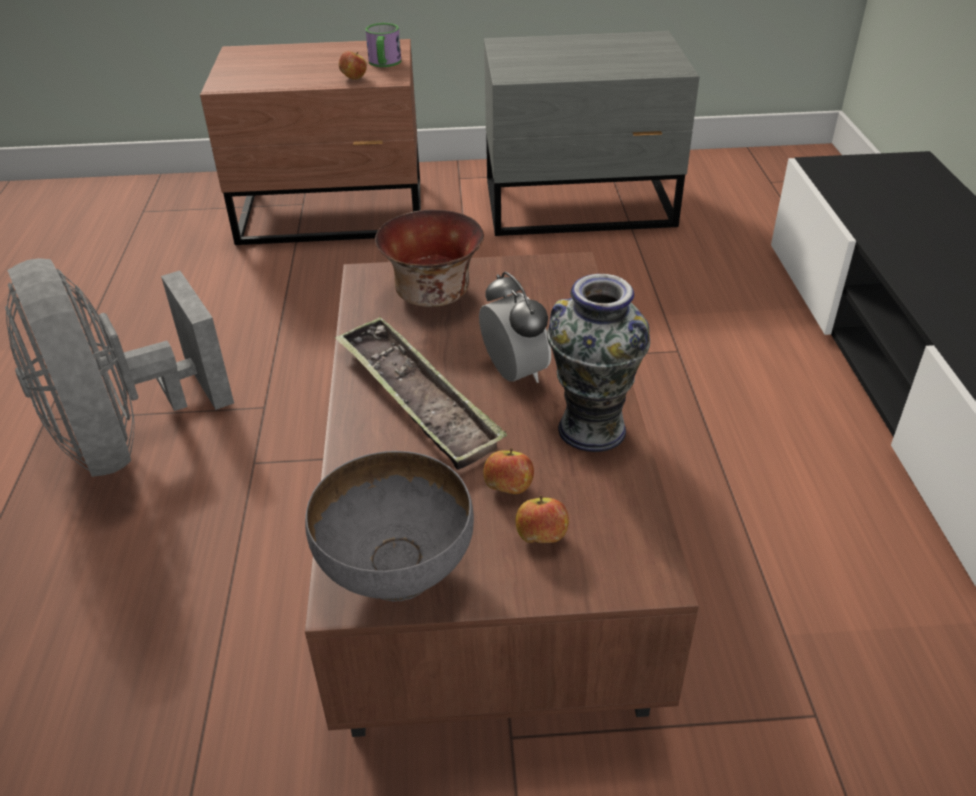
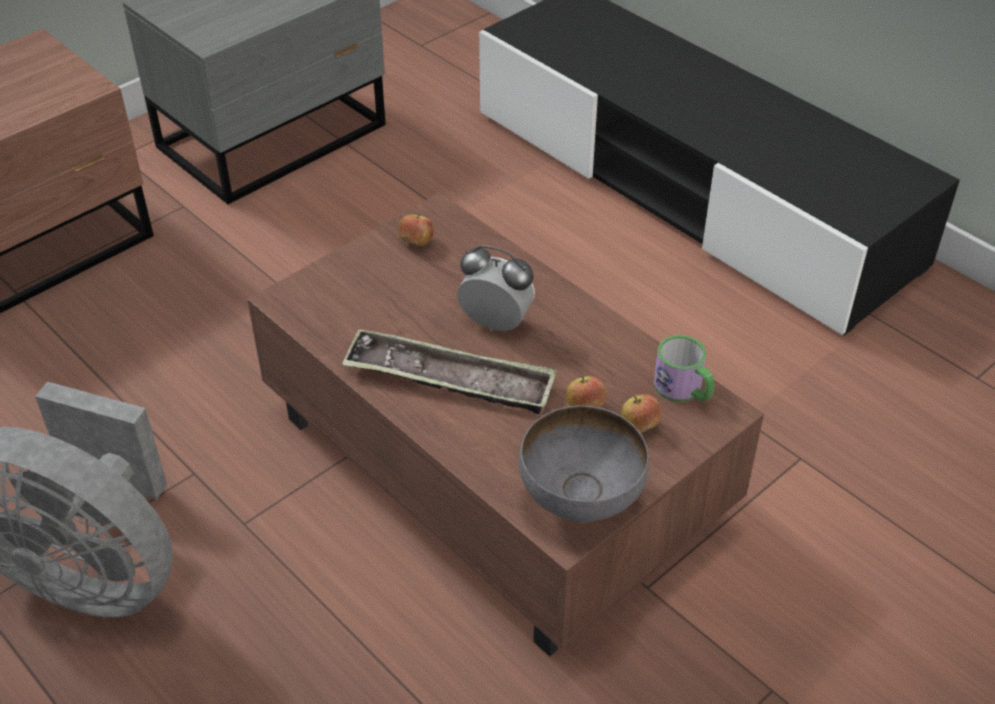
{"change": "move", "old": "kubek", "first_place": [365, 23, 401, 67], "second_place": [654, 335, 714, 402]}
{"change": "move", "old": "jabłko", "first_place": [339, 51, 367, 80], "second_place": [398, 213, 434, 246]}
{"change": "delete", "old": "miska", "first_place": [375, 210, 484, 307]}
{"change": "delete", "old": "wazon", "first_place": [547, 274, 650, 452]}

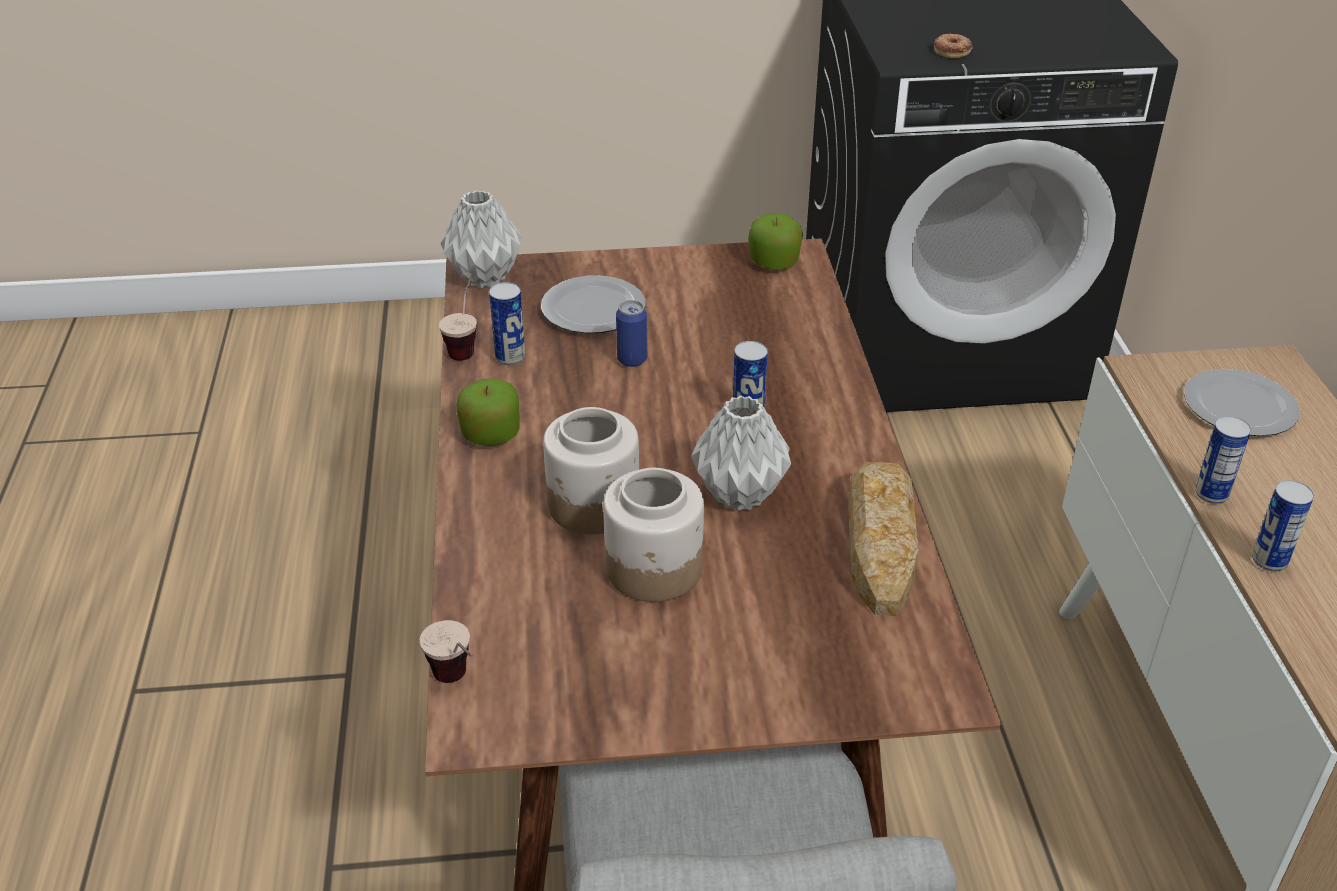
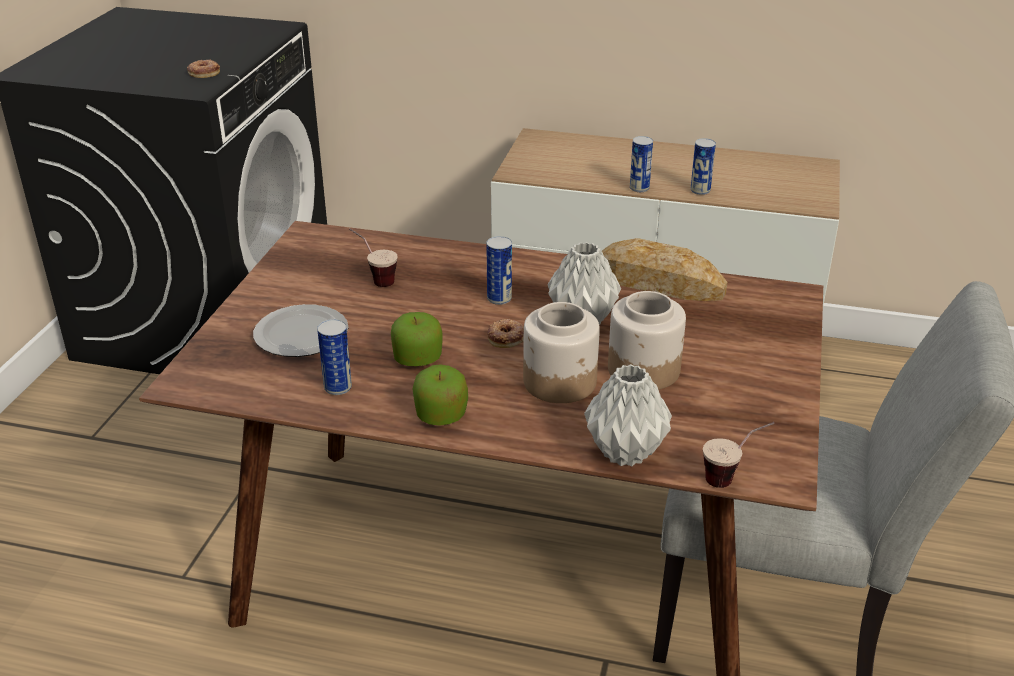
{"change": "move", "old": "wazon (szary)", "first_place": [440, 190, 521, 288], "second_place": [584, 364, 672, 466]}
{"change": "move", "old": "jabłko", "first_place": [748, 213, 803, 270], "second_place": [391, 312, 442, 366]}
{"change": "move", "old": "filiżanka", "first_place": [439, 275, 477, 361], "second_place": [349, 228, 398, 287]}
{"change": "delete", "old": "puszka", "first_place": [616, 300, 647, 367]}
{"change": "delete", "old": "talerz", "first_place": [1184, 369, 1300, 436]}
{"change": "insert", "new": "donut", "second_place": [487, 319, 524, 348]}

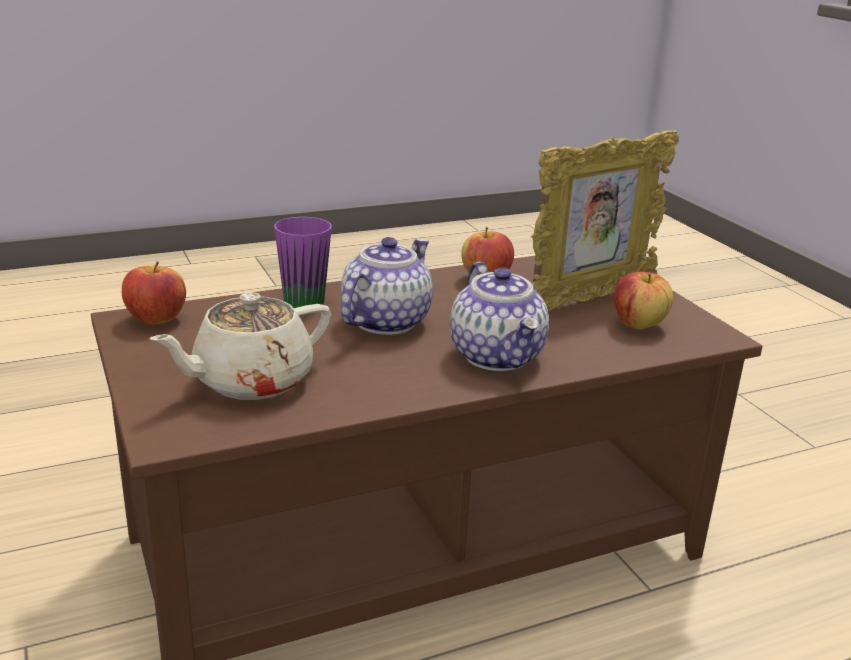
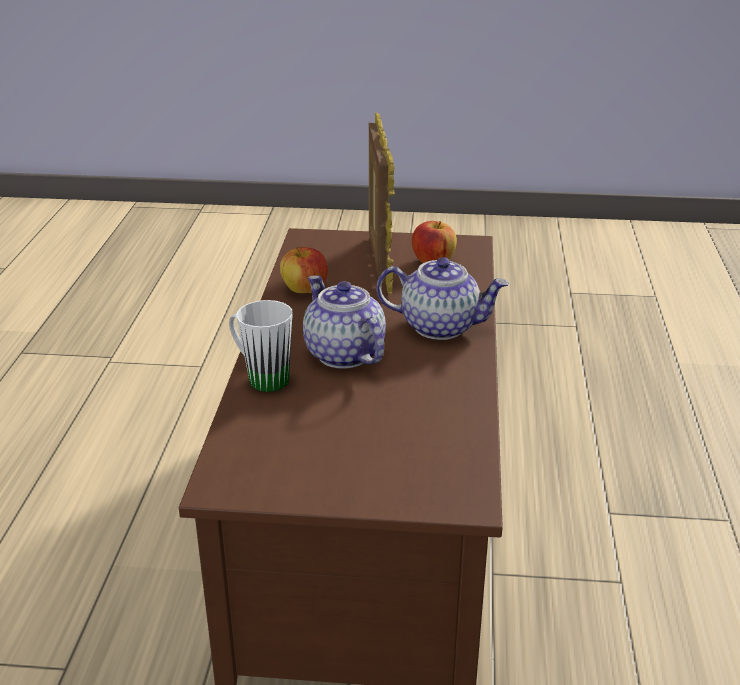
{"change": "recolor", "old": "kubek (fioletowy)", "new": "kubek (biały)", "first_place": [274, 217, 332, 308], "second_place": [229, 300, 293, 392]}
{"change": "delete", "old": "jabłko", "first_place": [122, 261, 186, 325]}
{"change": "delete", "old": "imbryk (beżowy)", "first_place": [150, 292, 332, 400]}

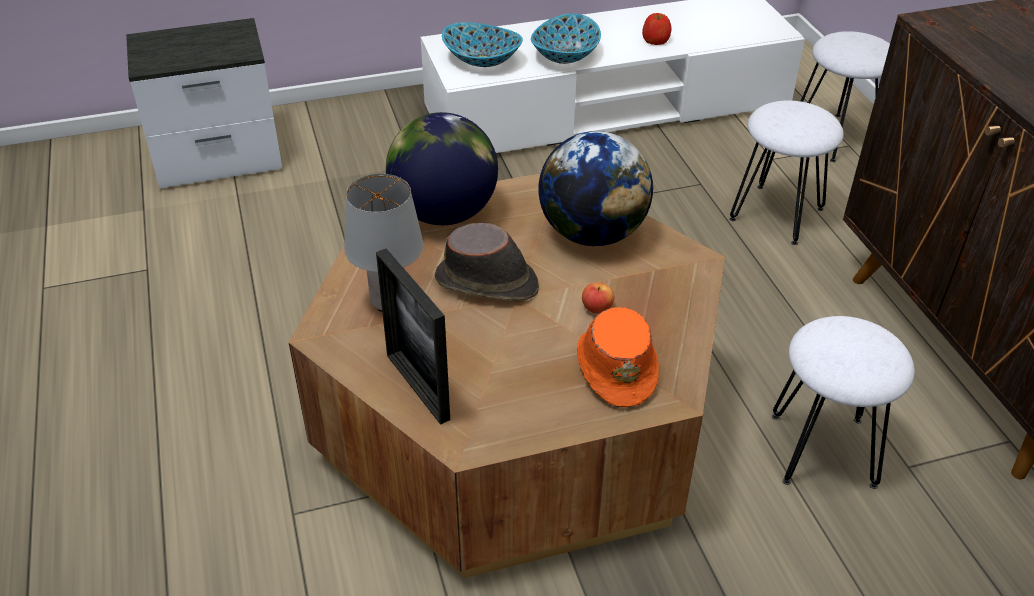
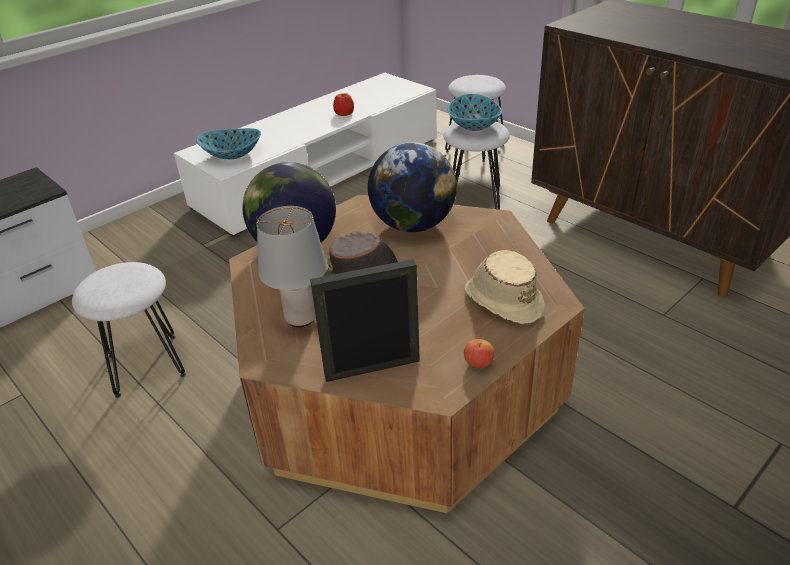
{"change": "move", "old": "miska", "first_place": [531, 14, 601, 64], "second_place": [448, 94, 502, 131]}
{"change": "rotate", "old": "ramka na zdjęcie", "first_place": [376, 248, 450, 425], "second_place": [310, 259, 420, 382], "degrees": 135}
{"change": "move", "old": "jabłko", "first_place": [582, 282, 614, 314], "second_place": [464, 339, 495, 369]}
{"change": "recolor", "old": "kapelusz (pomarańczowy)", "new": "kapelusz (beżowy)", "first_place": [577, 307, 659, 408], "second_place": [464, 250, 545, 324]}
{"change": "move", "old": "stołek (biały)", "first_place": [772, 316, 915, 489], "second_place": [72, 262, 186, 398]}

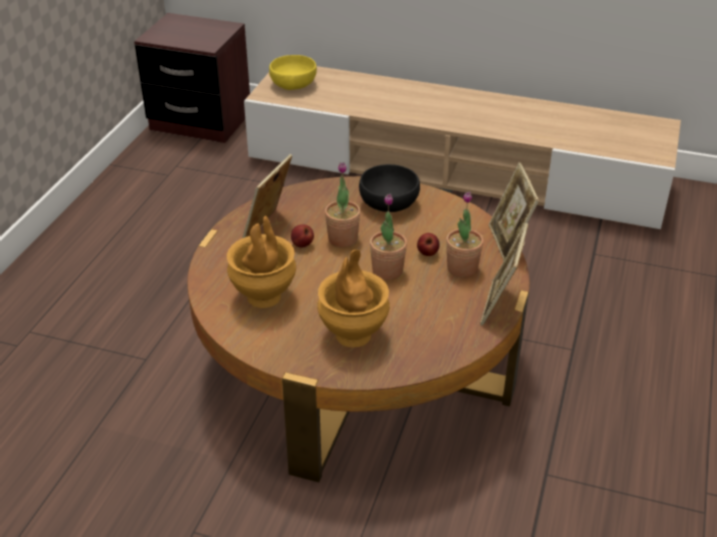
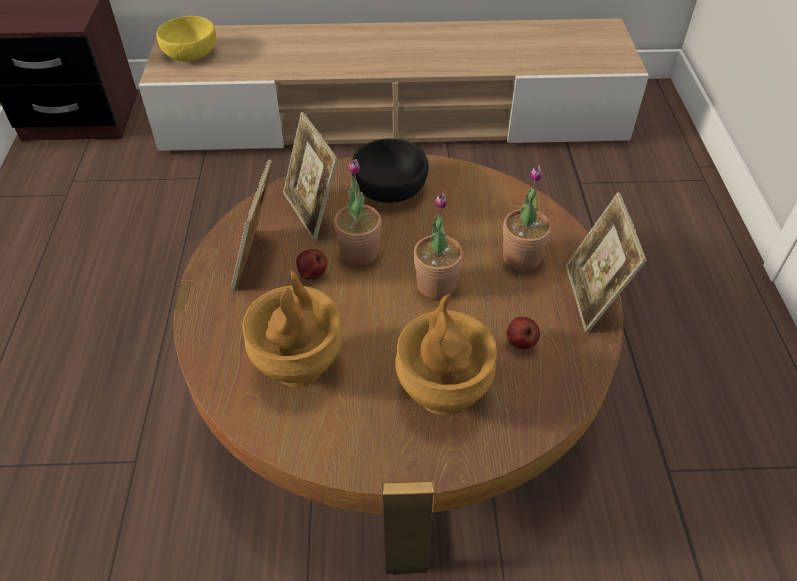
{"change": "move", "old": "ramka na zdjęcie", "first_place": [489, 162, 539, 261], "second_place": [283, 112, 338, 241]}
{"change": "move", "old": "jabłko", "first_place": [417, 233, 440, 256], "second_place": [507, 317, 540, 349]}

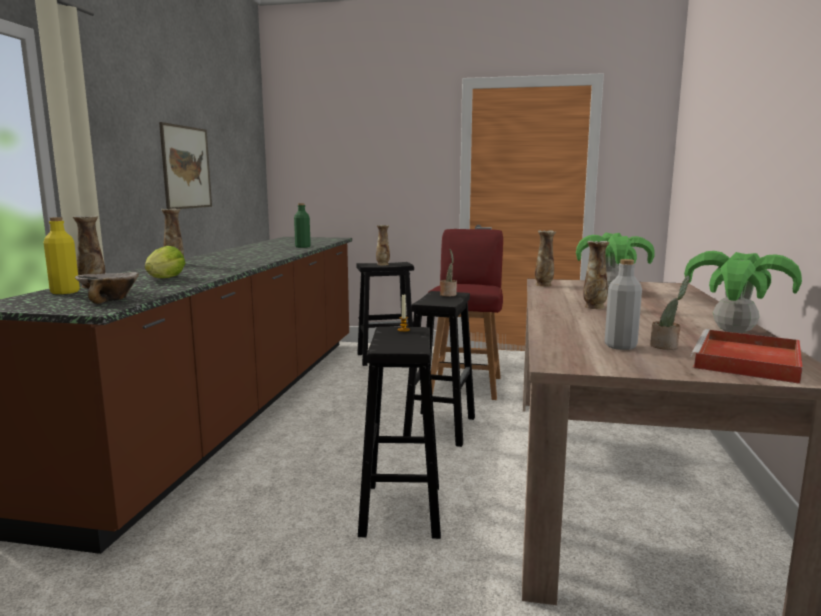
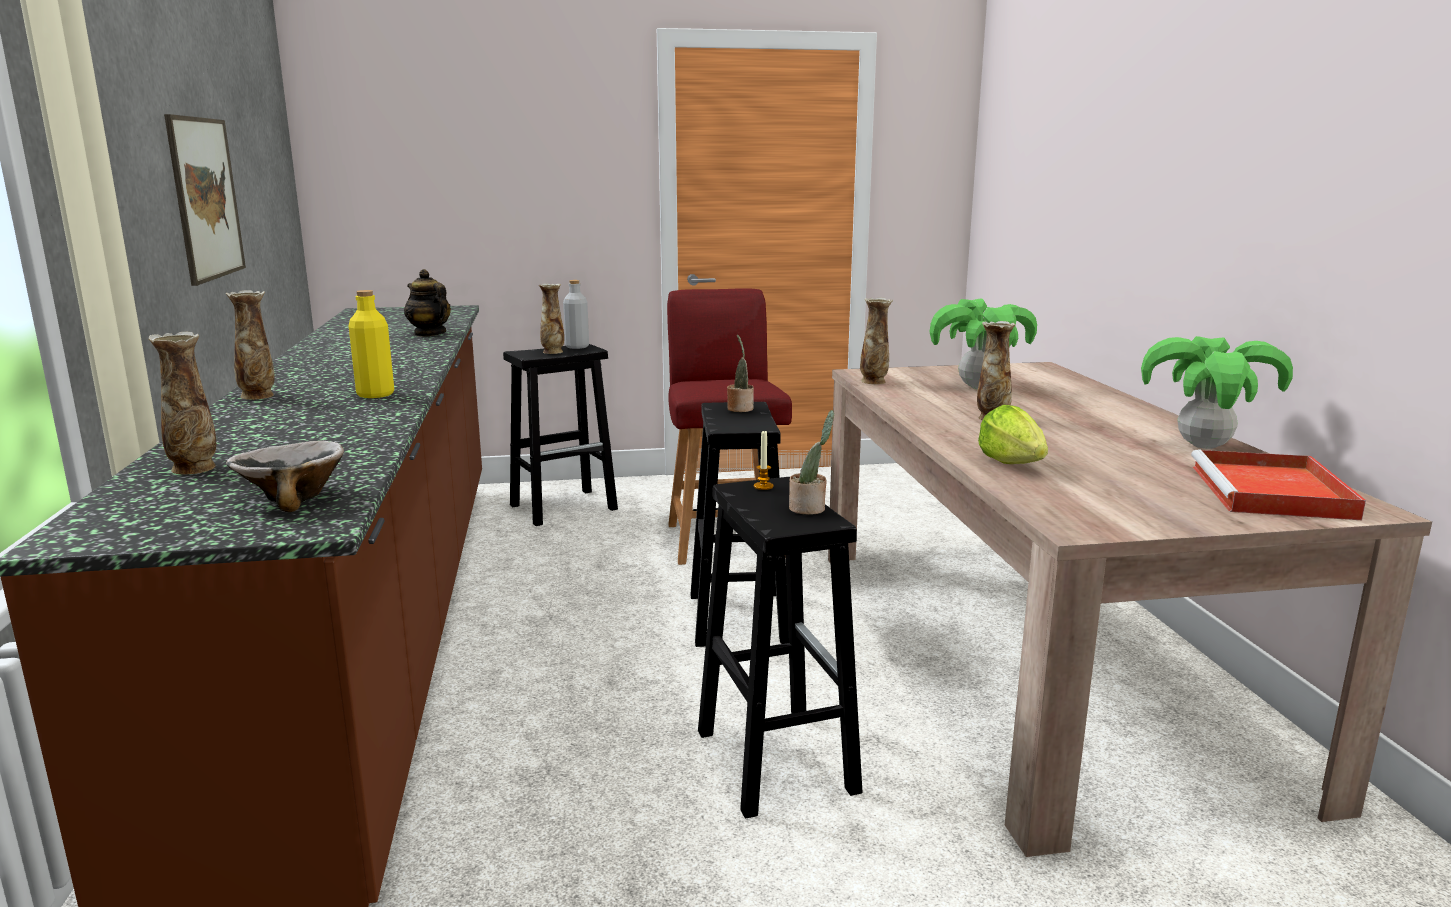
{"change": "replace", "old": "butelka (zielony)", "new": "imbryk", "first_place": [294, 203, 311, 248], "second_place": [404, 269, 451, 337]}
{"change": "move", "old": "butelka (żółty)", "first_place": [44, 217, 80, 294], "second_place": [349, 290, 394, 398]}
{"change": "move", "old": "sałata", "first_place": [145, 246, 185, 278], "second_place": [978, 405, 1048, 464]}
{"change": "move", "old": "butelka (szary)", "first_place": [605, 259, 642, 350], "second_place": [563, 280, 589, 349]}
{"change": "move", "old": "roślina doniczkowa", "first_place": [650, 275, 690, 350], "second_place": [789, 410, 834, 515]}

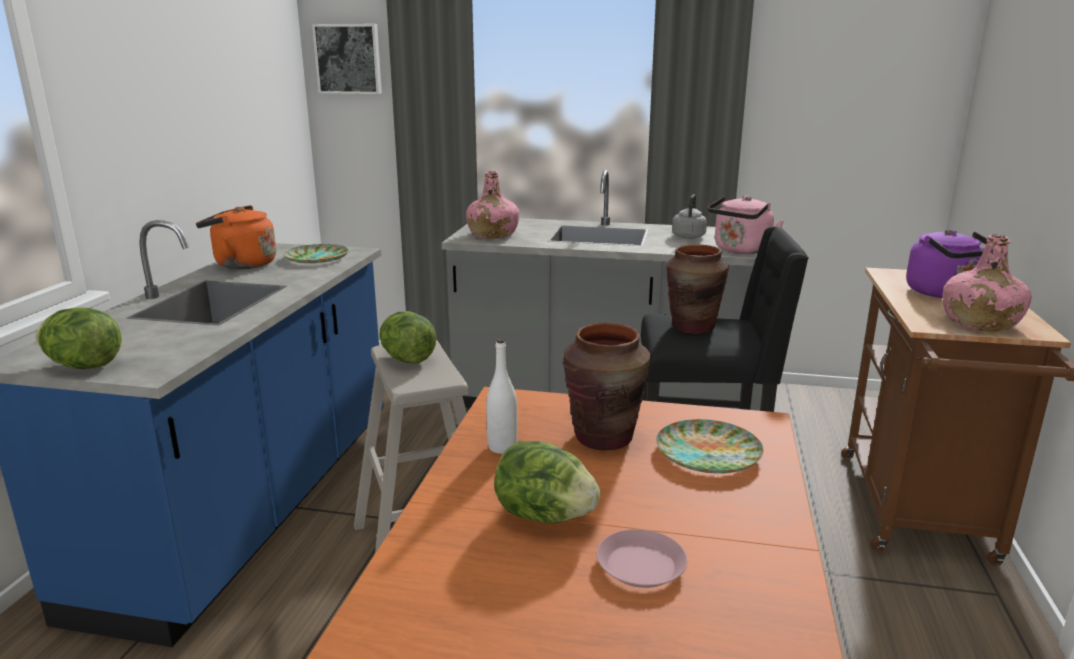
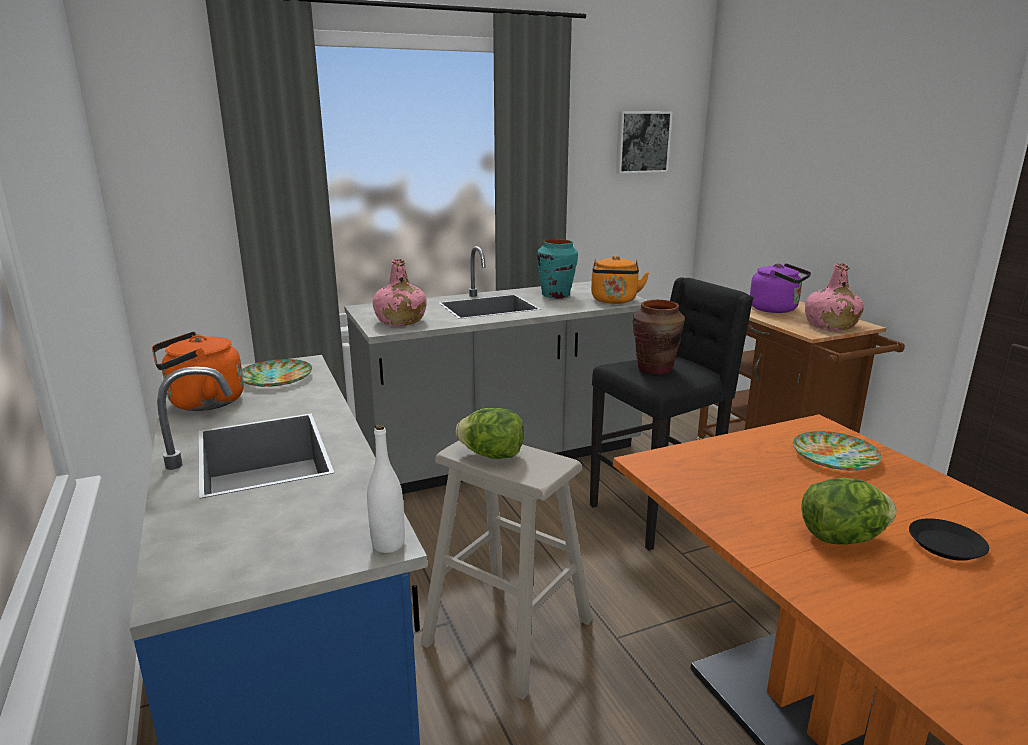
{"change": "move", "old": "obraz", "first_place": [312, 24, 382, 94], "second_place": [616, 111, 672, 174]}
{"change": "replace", "old": "czajnik (szary)", "new": "wazon (turkusowy)", "first_place": [672, 194, 707, 239], "second_place": [537, 239, 578, 299]}
{"change": "recolor", "old": "czajnik (różowy)", "new": "czajnik (pomarańczowy)", "first_place": [708, 196, 784, 254], "second_place": [591, 255, 649, 304]}
{"change": "delete", "old": "sałata", "first_place": [35, 308, 122, 369]}
{"change": "delete", "old": "wazon (brązowy)", "first_place": [562, 323, 650, 451]}
{"change": "move", "old": "butelka (biały)", "first_place": [486, 339, 517, 454], "second_place": [367, 424, 405, 553]}
{"change": "recolor", "old": "talerz (różowy)", "new": "talerz (czarny)", "first_place": [597, 529, 687, 588], "second_place": [909, 518, 989, 561]}

